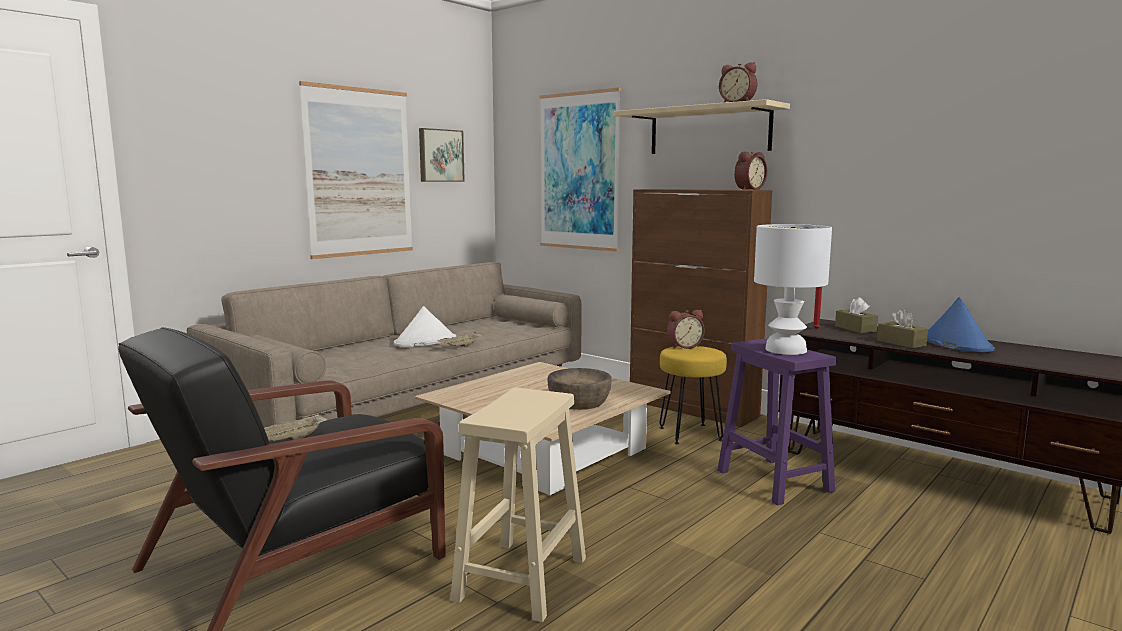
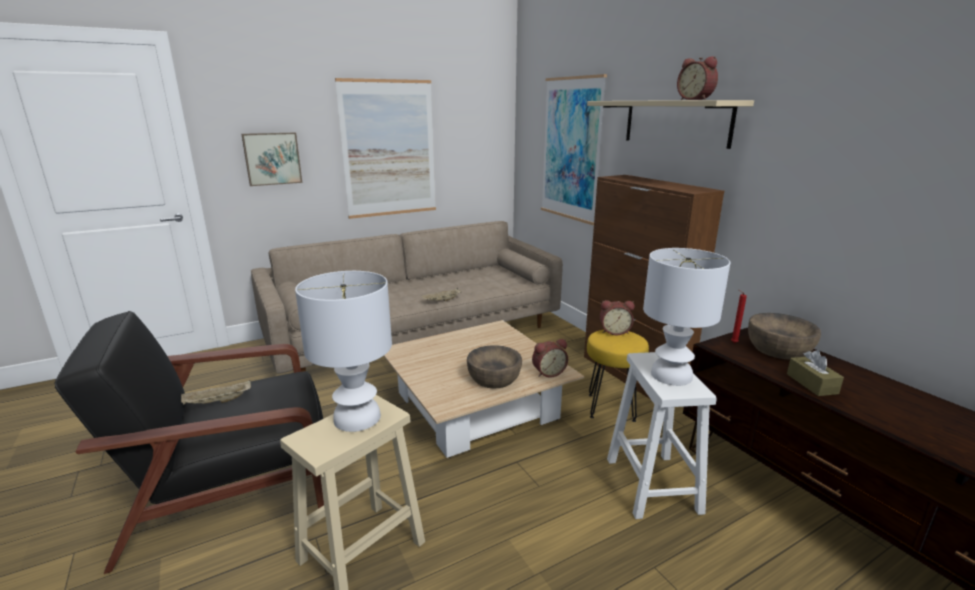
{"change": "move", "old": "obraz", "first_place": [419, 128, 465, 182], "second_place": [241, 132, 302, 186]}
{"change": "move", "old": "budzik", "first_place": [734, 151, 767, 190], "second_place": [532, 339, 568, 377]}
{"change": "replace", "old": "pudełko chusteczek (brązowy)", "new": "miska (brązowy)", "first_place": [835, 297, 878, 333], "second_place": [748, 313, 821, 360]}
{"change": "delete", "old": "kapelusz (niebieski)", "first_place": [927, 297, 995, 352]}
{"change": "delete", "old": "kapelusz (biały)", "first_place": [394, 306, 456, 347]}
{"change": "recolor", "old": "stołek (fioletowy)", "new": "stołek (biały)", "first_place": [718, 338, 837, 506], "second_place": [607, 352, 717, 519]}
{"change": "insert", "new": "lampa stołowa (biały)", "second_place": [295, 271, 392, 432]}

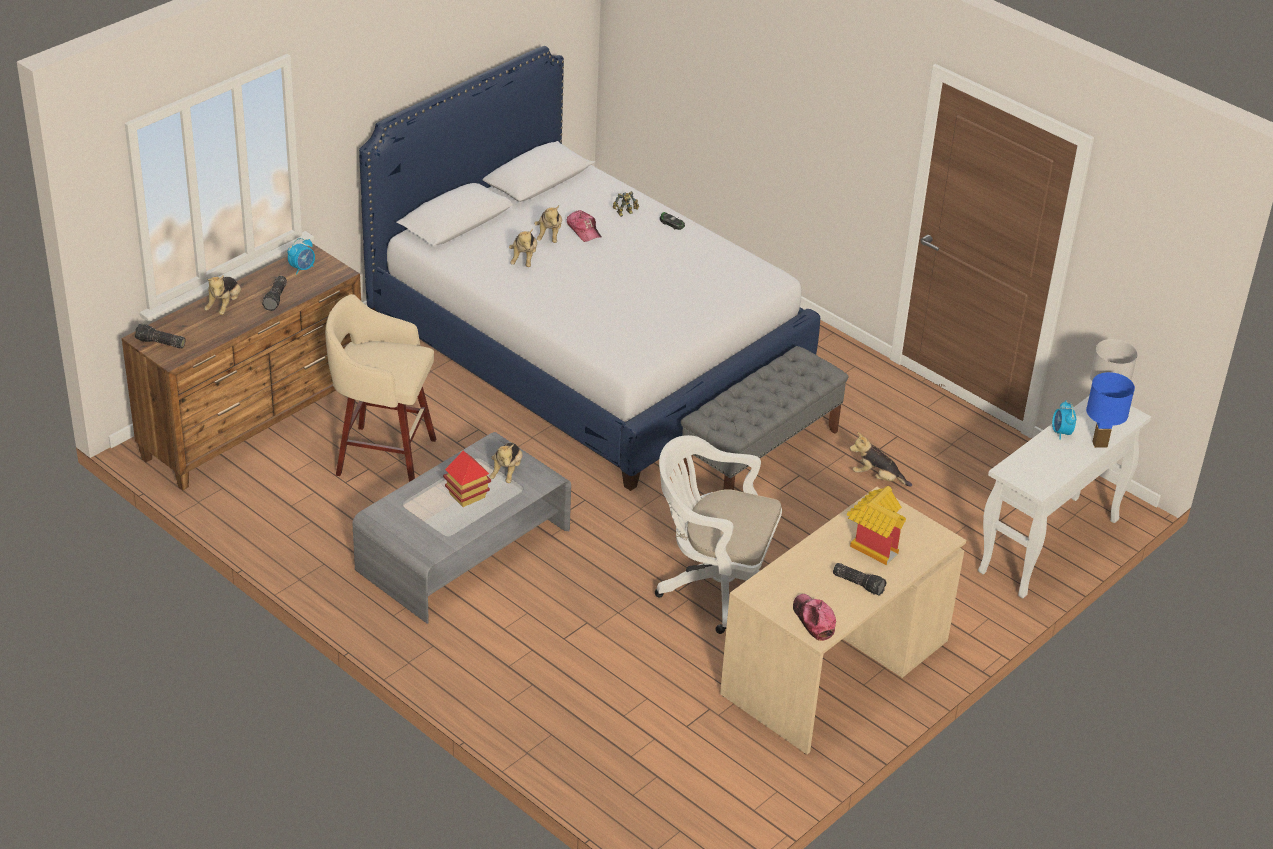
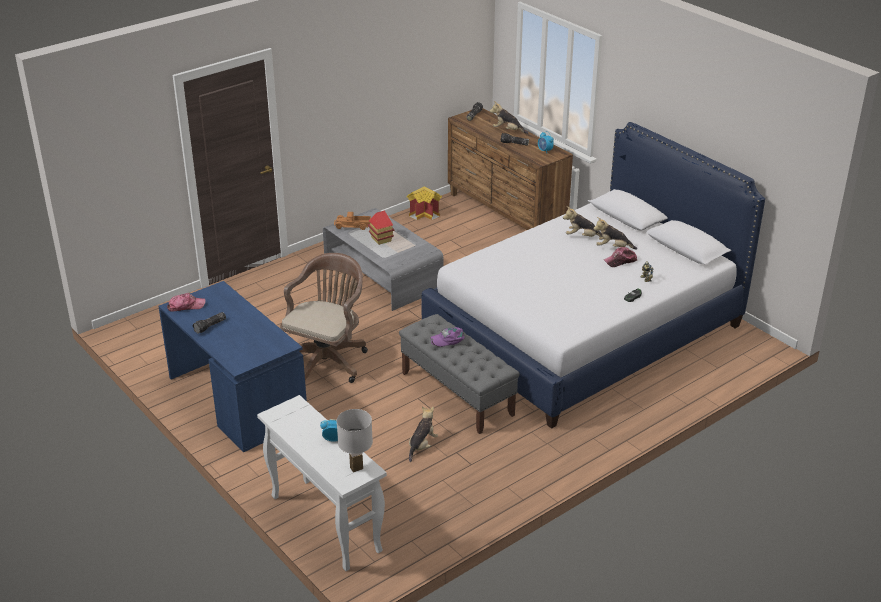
{"change": "delete", "old": "stołek (beżowy)", "first_place": [325, 294, 436, 482]}
{"change": "delete", "old": "lampa stołowa (niebieski)", "first_place": [1086, 372, 1135, 448]}
{"change": "recolor", "old": "krzesło biurowe (biały)", "new": "krzesło biurowe (brązowy)", "first_place": [655, 435, 782, 634], "second_place": [280, 253, 368, 383]}
{"change": "delete", "old": "pluszak", "first_place": [490, 443, 523, 483]}
{"change": "move", "old": "domek", "first_place": [847, 486, 906, 565], "second_place": [407, 187, 442, 220]}
{"change": "recolor", "old": "biurko (beżowy)", "new": "biurko (niebieski)", "first_place": [720, 487, 966, 754], "second_place": [158, 281, 307, 452]}
{"change": "insert", "new": "ciężarówka zabawkowa", "second_place": [334, 212, 371, 230]}
{"change": "insert", "new": "czapka z daszkiem (fioletowy)", "second_place": [430, 327, 465, 347]}

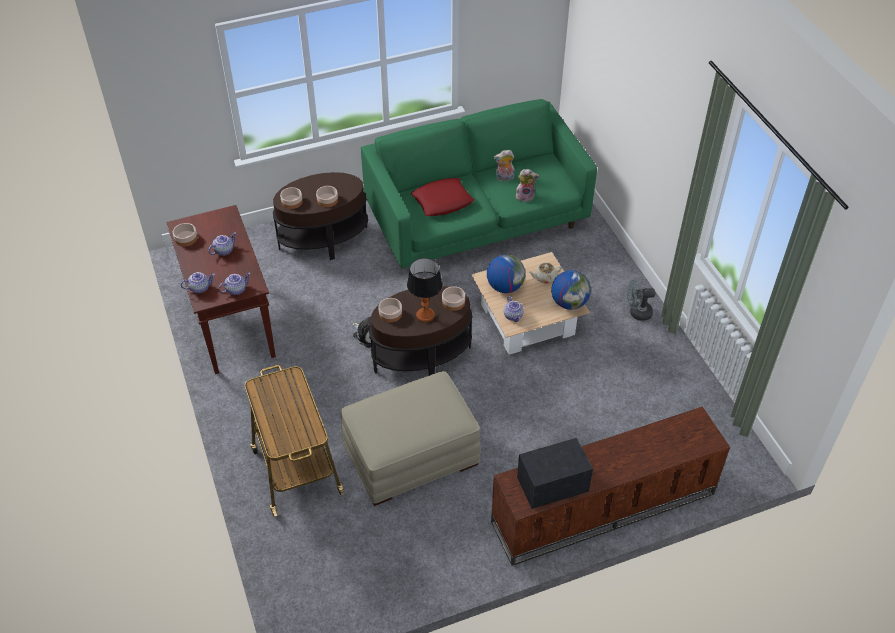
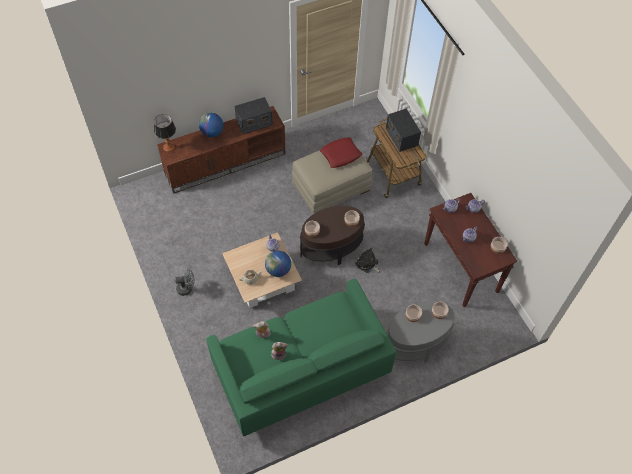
{"change": "recolor", "old": "stolik (brązowy)", "new": "stolik (szary)", "first_place": [273, 172, 368, 260], "second_place": [386, 301, 455, 362]}
{"change": "move", "old": "poduszka (czerwony)", "first_place": [411, 178, 474, 216], "second_place": [320, 137, 363, 168]}
{"change": "move", "old": "lampa stołowa", "first_place": [407, 258, 443, 323], "second_place": [154, 114, 176, 152]}
{"change": "move", "old": "globus", "first_place": [551, 270, 591, 310], "second_place": [199, 113, 223, 137]}
{"change": "insert", "new": "radio", "second_place": [386, 108, 421, 152]}

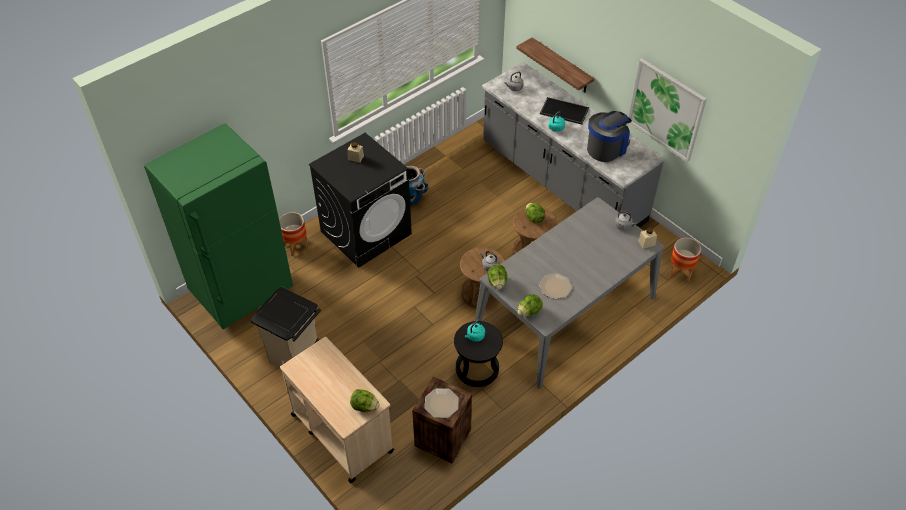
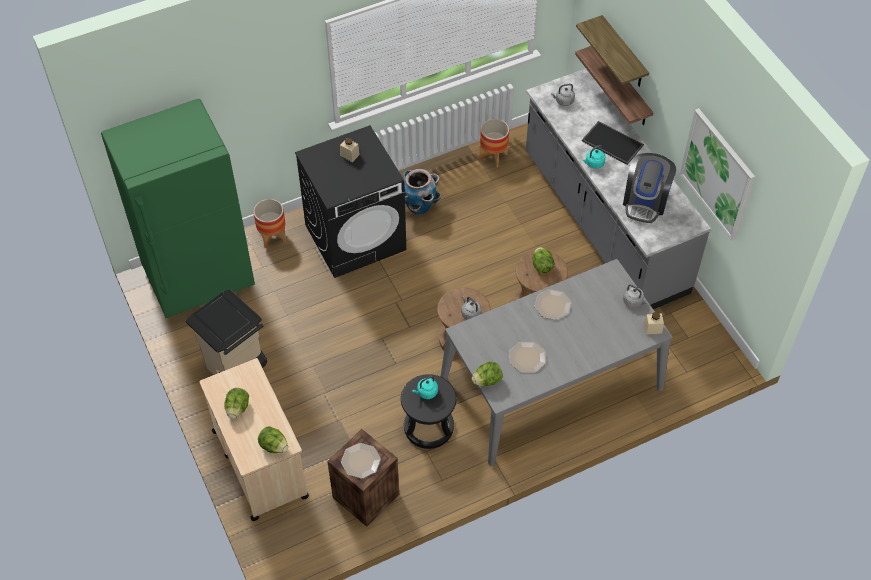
{"change": "rotate", "old": "ekspres do kawy", "first_place": [587, 111, 632, 162], "second_place": [623, 153, 676, 223], "degrees": 135}
{"change": "move", "old": "donica", "first_place": [670, 238, 701, 281], "second_place": [479, 119, 509, 167]}
{"change": "move", "old": "sałata", "first_place": [488, 264, 507, 290], "second_place": [224, 388, 249, 419]}
{"change": "insert", "new": "półka", "second_place": [576, 15, 649, 87]}
{"change": "insert", "new": "talerz", "second_place": [535, 289, 572, 320]}

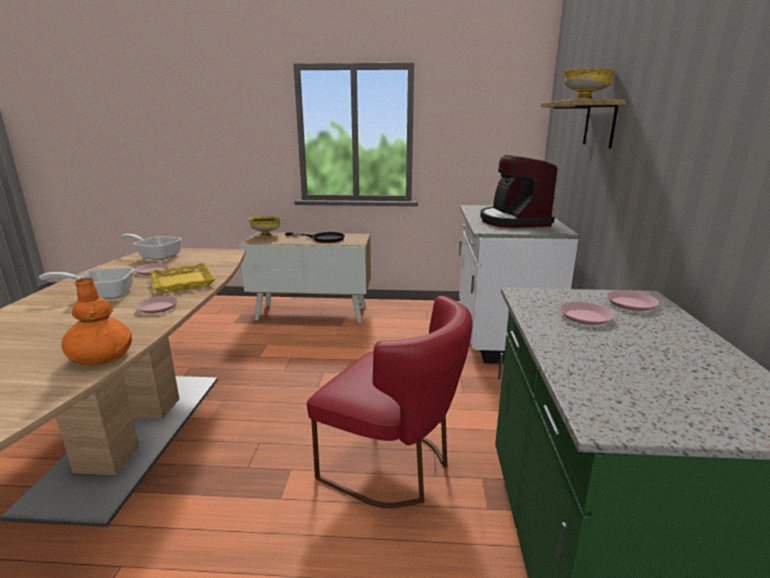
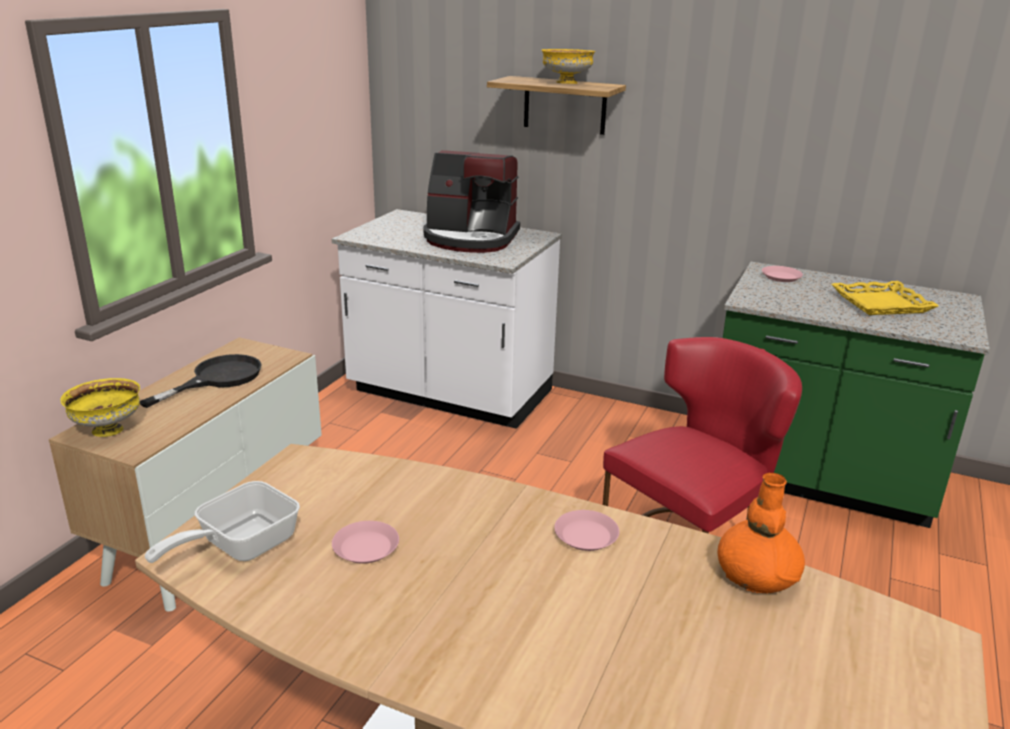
{"change": "move", "old": "taca (żółty)", "first_place": [149, 263, 216, 293], "second_place": [832, 281, 938, 315]}
{"change": "delete", "old": "patelnia", "first_place": [39, 268, 134, 299]}
{"change": "delete", "old": "talerz (różowy)", "first_place": [560, 302, 614, 325]}

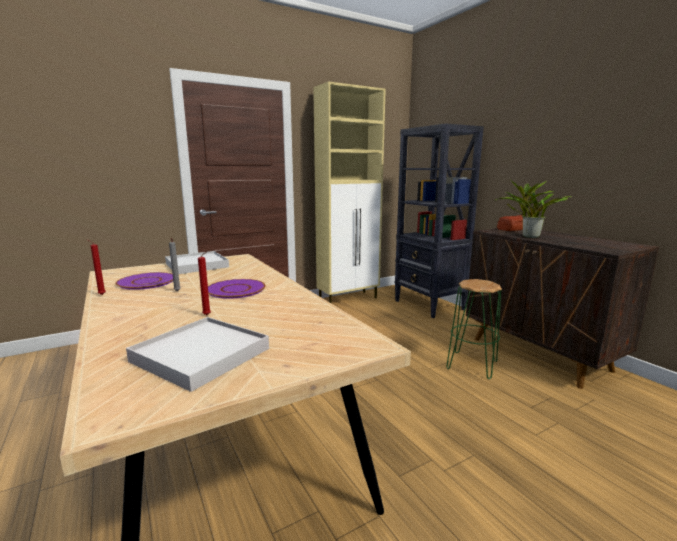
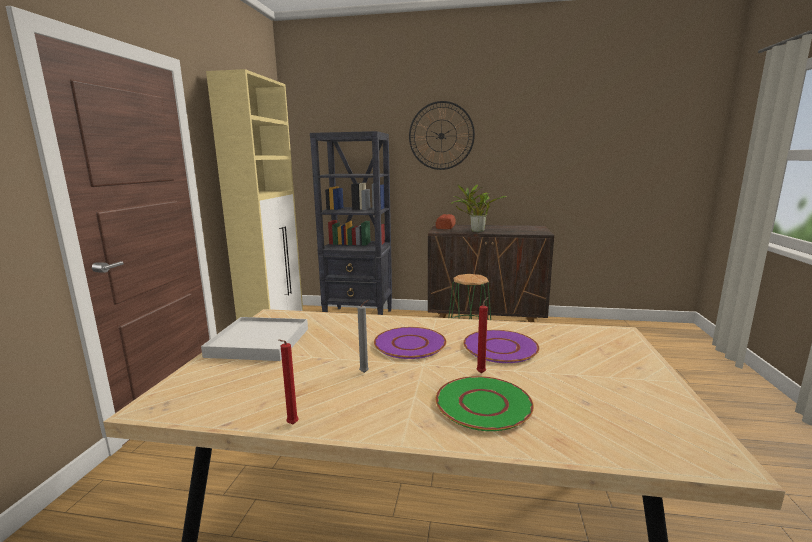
{"change": "move", "old": "talerz (fioletowy)", "first_place": [116, 272, 173, 290], "second_place": [463, 330, 540, 363]}
{"change": "delete", "old": "taca (biały)", "first_place": [126, 317, 269, 392]}
{"change": "insert", "new": "zegar ścienny", "second_place": [409, 101, 475, 170]}
{"change": "insert", "new": "talerz (zielony)", "second_place": [436, 376, 534, 431]}

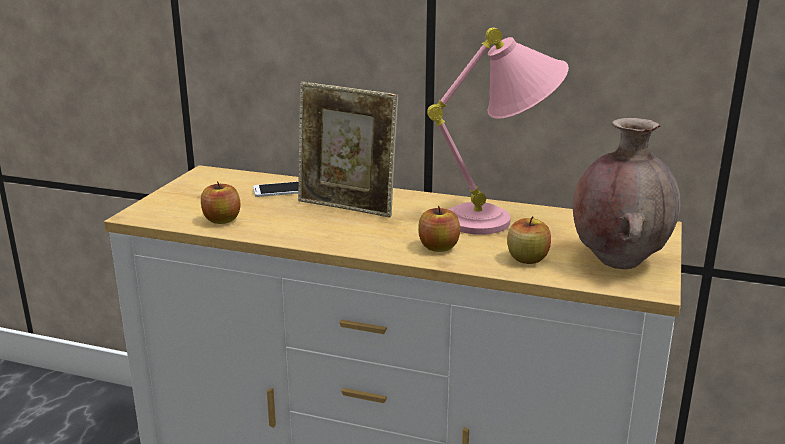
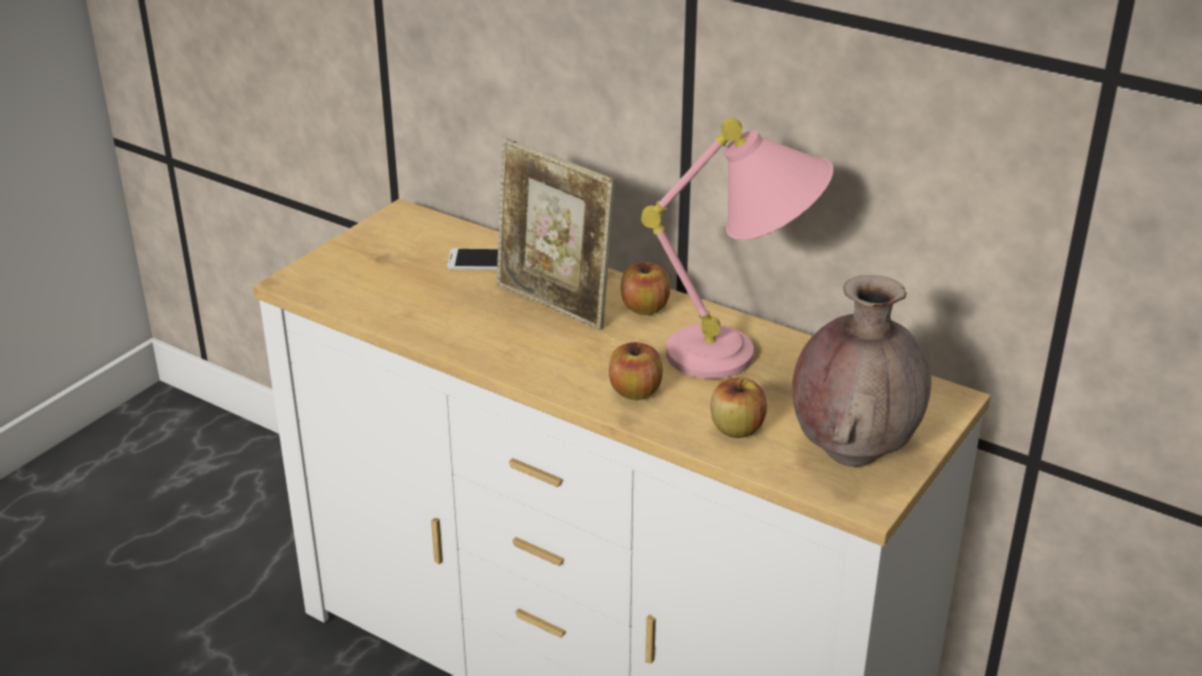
{"change": "move", "old": "jabłko", "first_place": [201, 181, 240, 224], "second_place": [621, 262, 670, 315]}

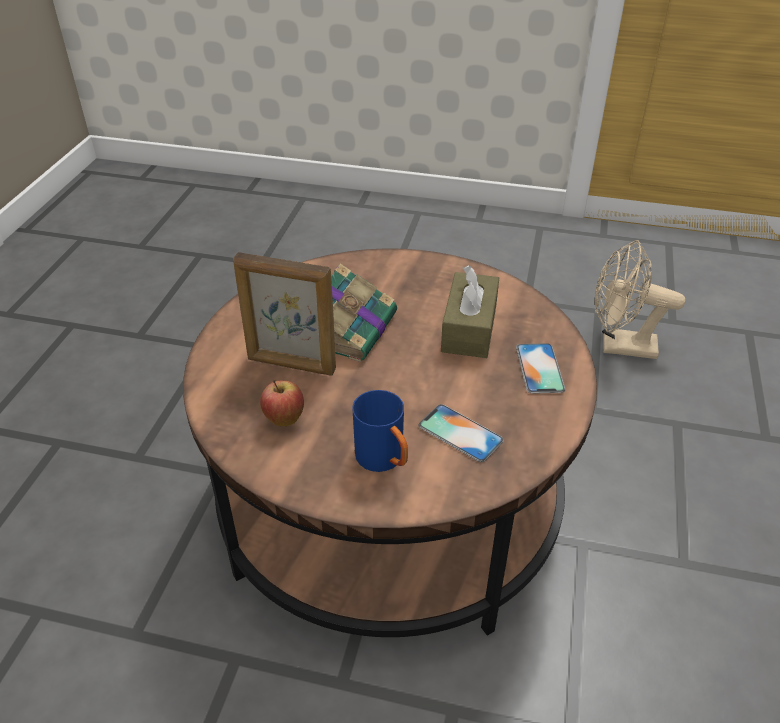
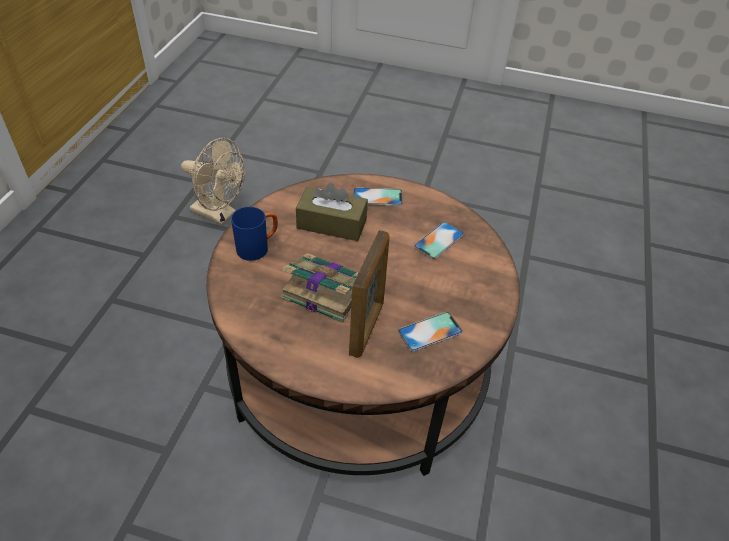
{"change": "rotate", "old": "wentylator (beżowy)", "first_place": [595, 240, 686, 359], "second_place": [181, 138, 245, 225], "degrees": -75}
{"change": "replace", "old": "jabłko", "new": "telefon", "first_place": [260, 380, 304, 426], "second_place": [398, 312, 463, 352]}
{"change": "move", "old": "kubek (niebieski)", "first_place": [352, 390, 408, 472], "second_place": [231, 207, 278, 261]}

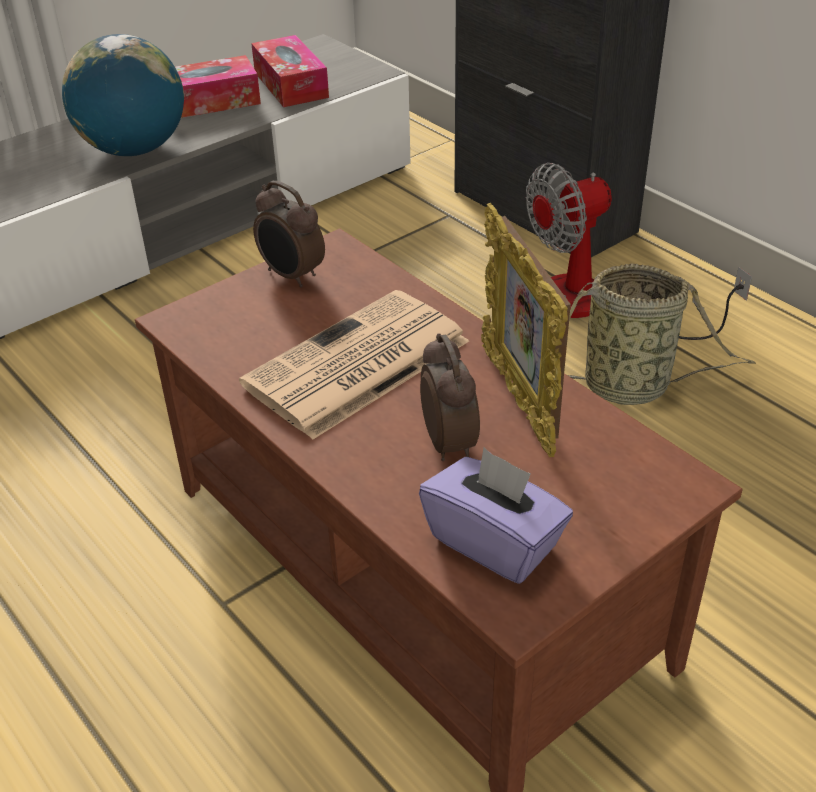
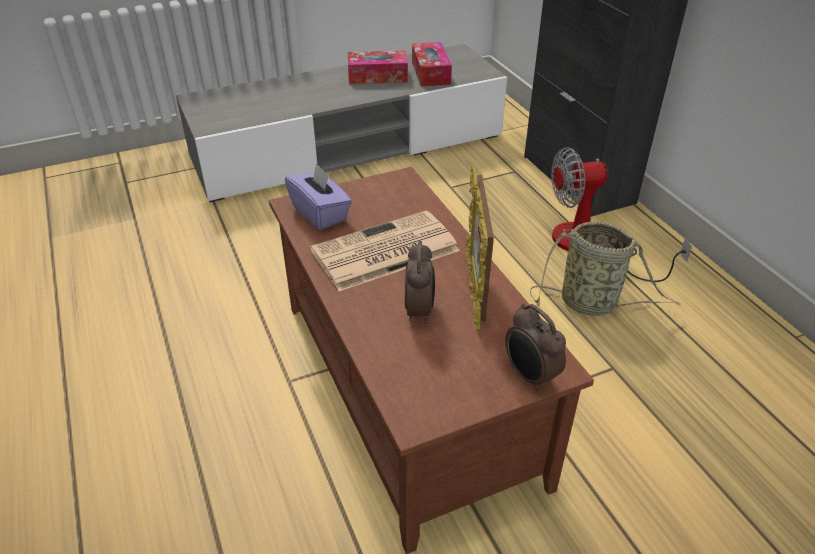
{"change": "delete", "old": "globus", "first_place": [62, 34, 184, 156]}
{"change": "move", "old": "budzik", "first_place": [253, 181, 325, 288], "second_place": [505, 304, 566, 391]}
{"change": "move", "old": "pudełko chusteczek (fioletowy)", "first_place": [419, 448, 573, 584], "second_place": [285, 163, 352, 230]}

